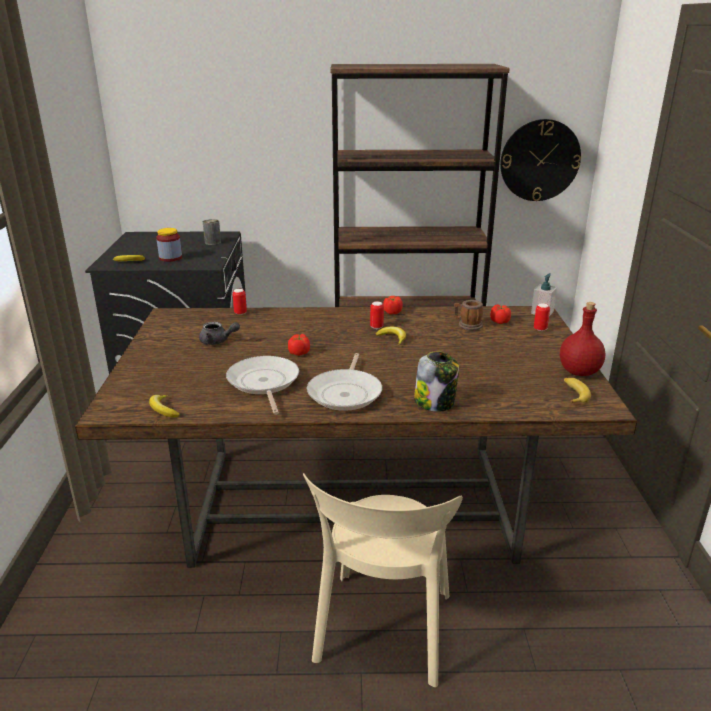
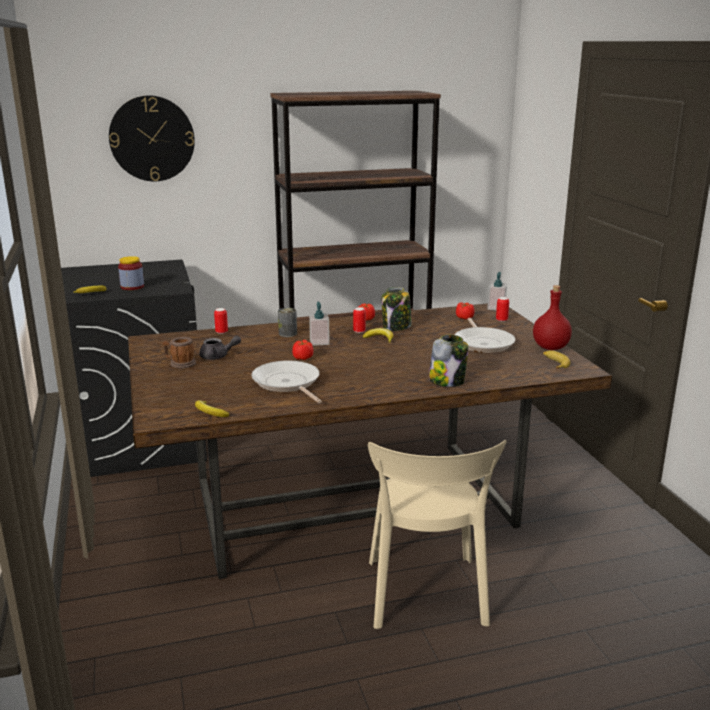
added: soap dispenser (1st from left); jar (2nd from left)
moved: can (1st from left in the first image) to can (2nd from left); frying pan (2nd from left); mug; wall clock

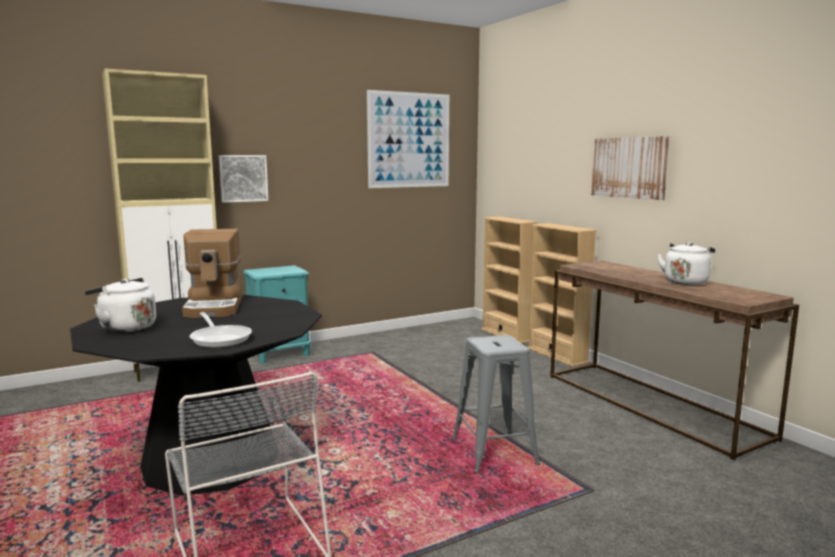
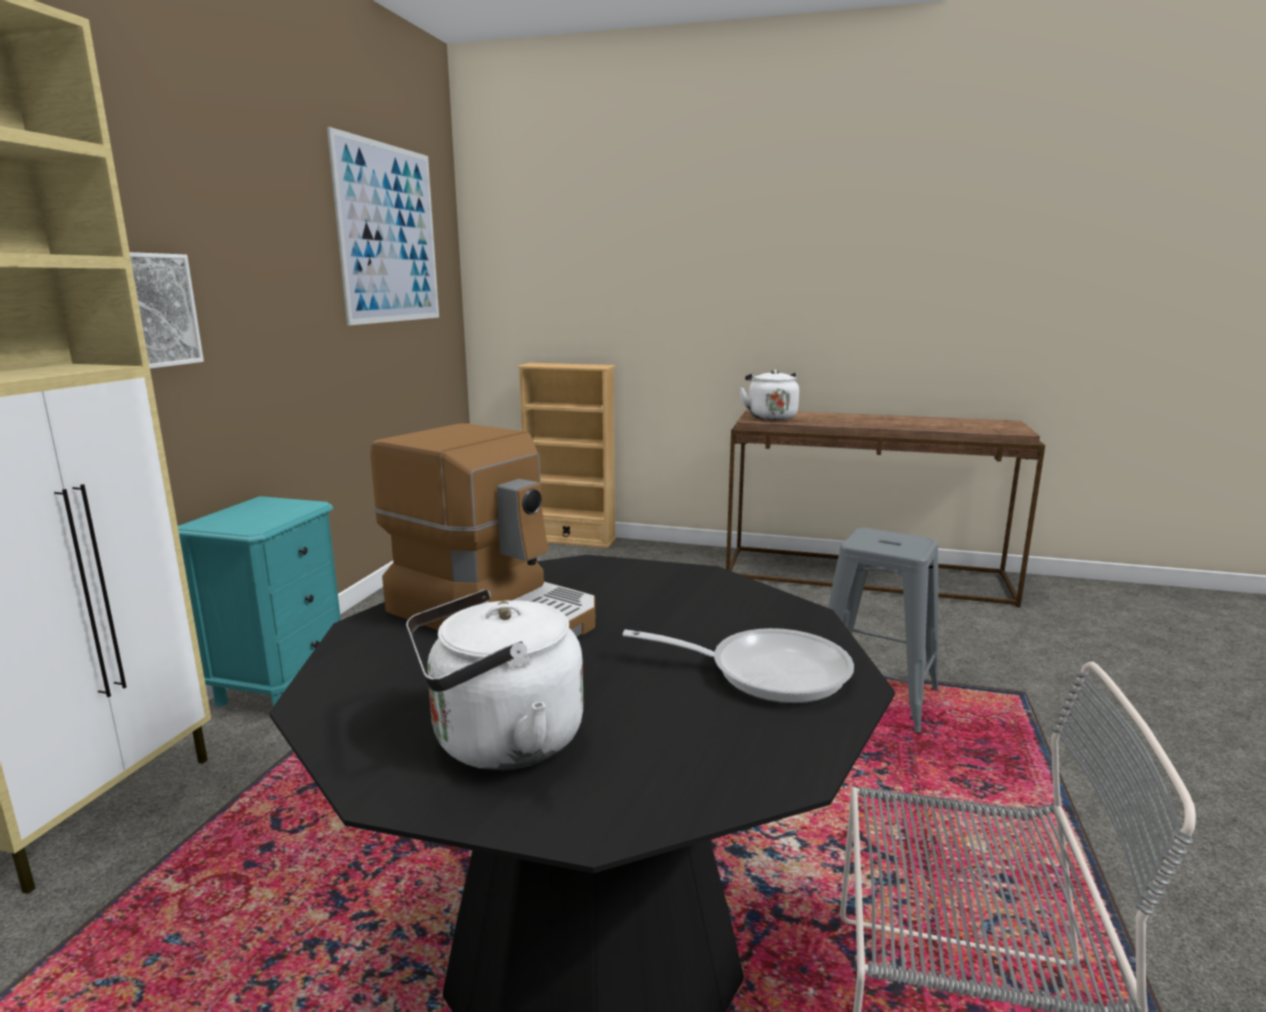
removed: beige bookcase (2nd from left); picture (3rd from left)
moved: white kettle (2nd from left)

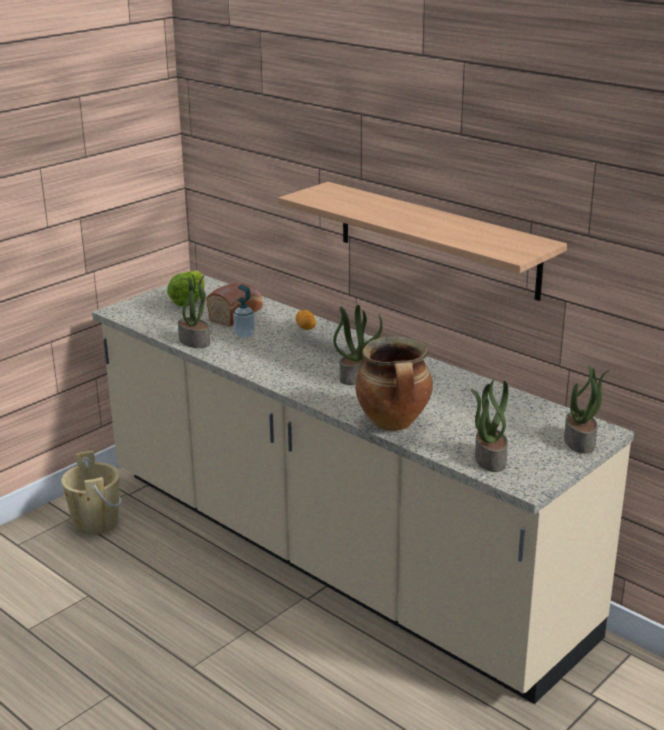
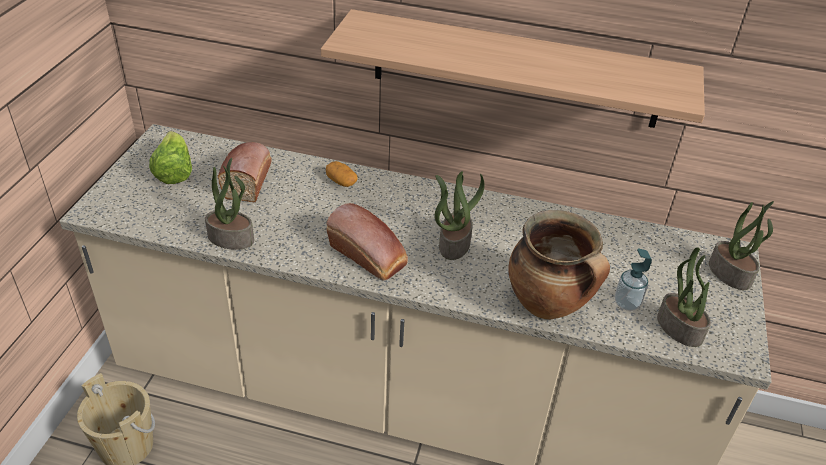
added: bread (2nd from left)
moved: soap dispenser

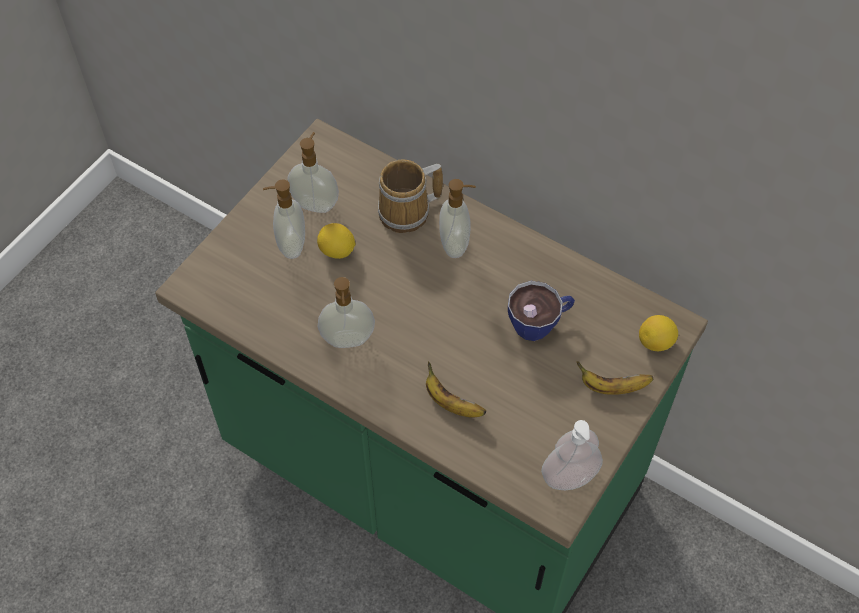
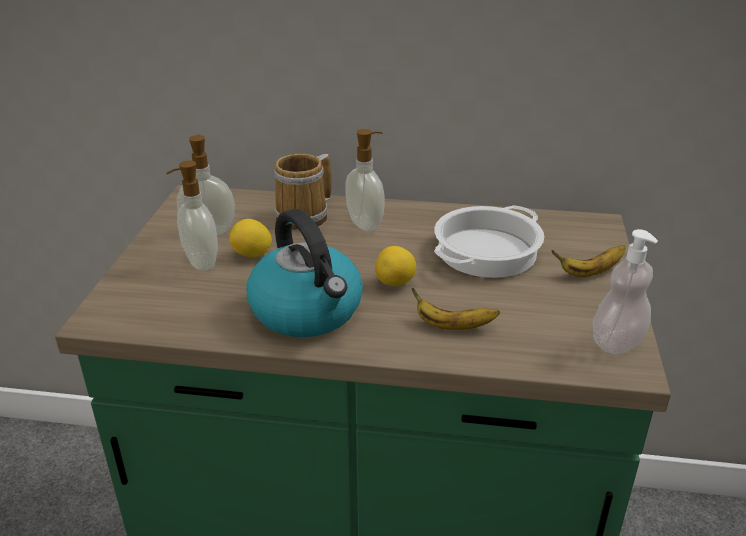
moved: lemon (2nd from left)
replaced: soap dispenser (3rd from left) to kettle; cup to cooking pot

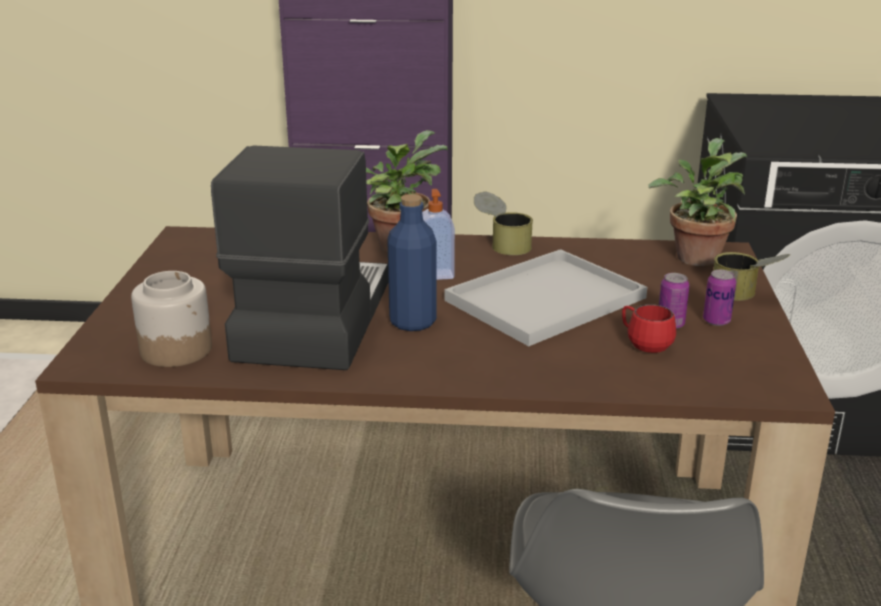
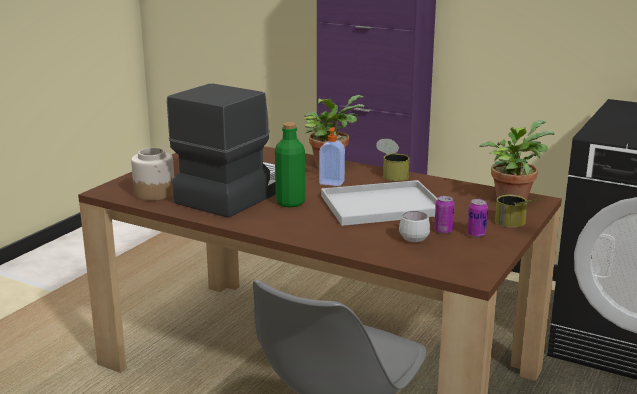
recoloured: blue bottle to green bottle; red mug to white mug

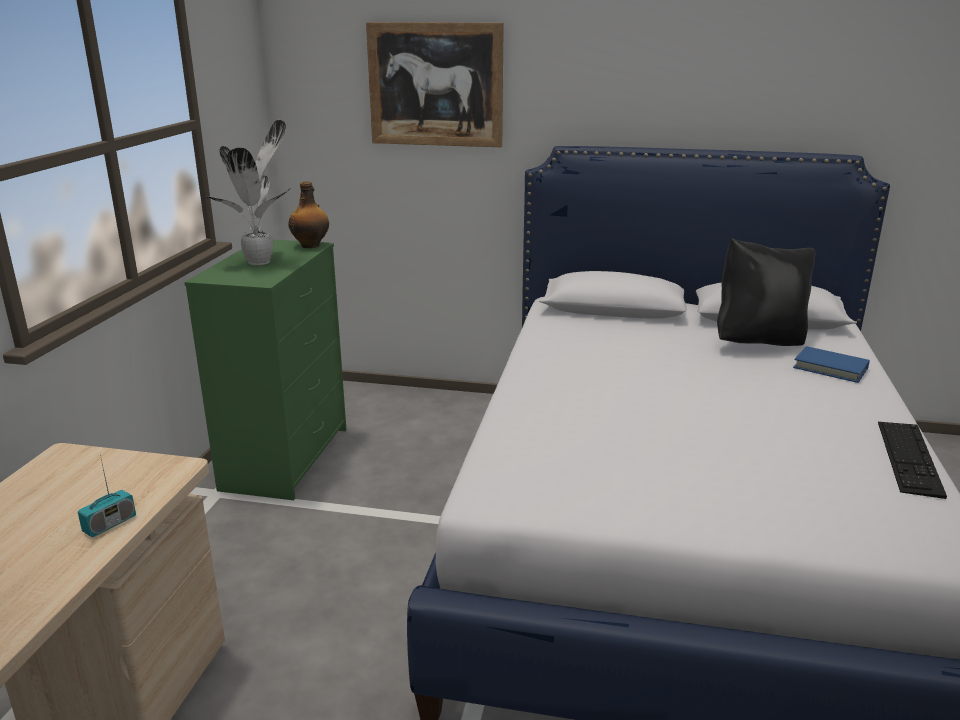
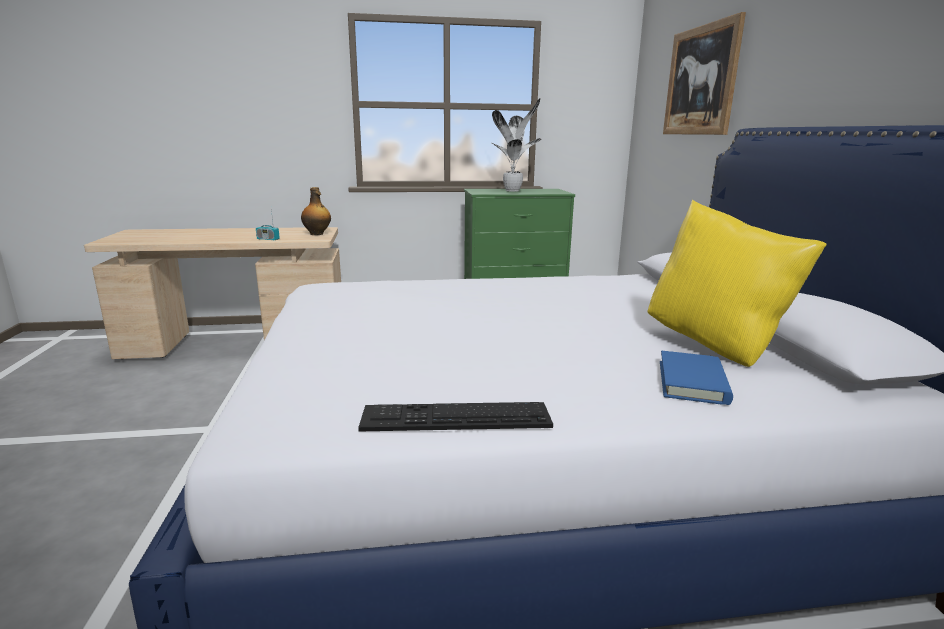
moved: bottle
recoloured: black pillow to yellow pillow

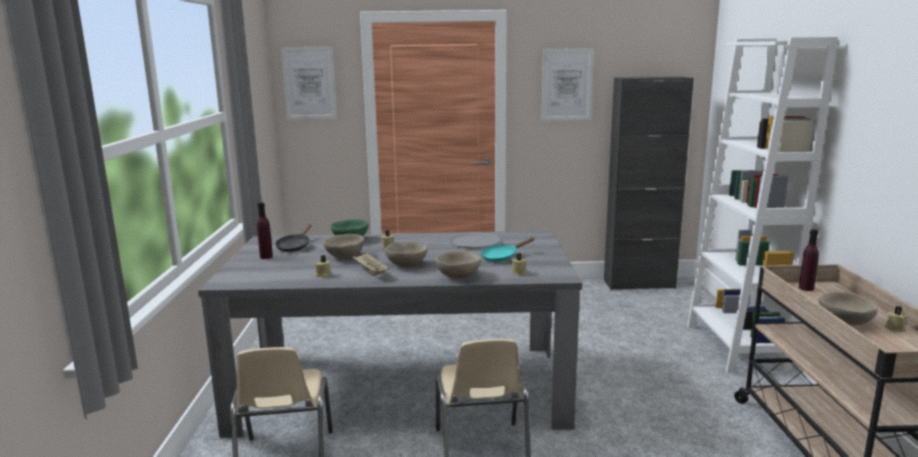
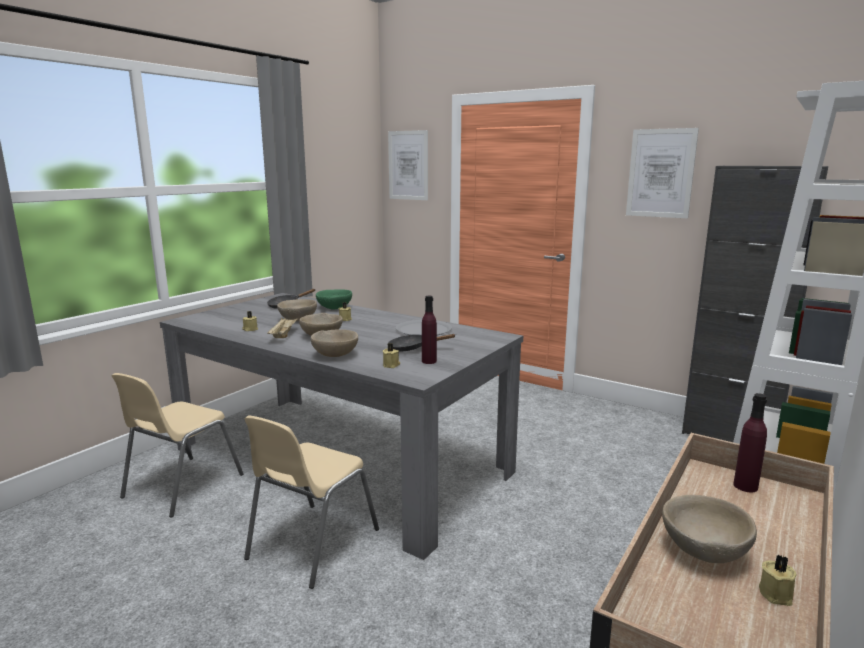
moved: purple bottle (1st from left)
recoloured: turquoise frying pan to black frying pan (2nd from left)

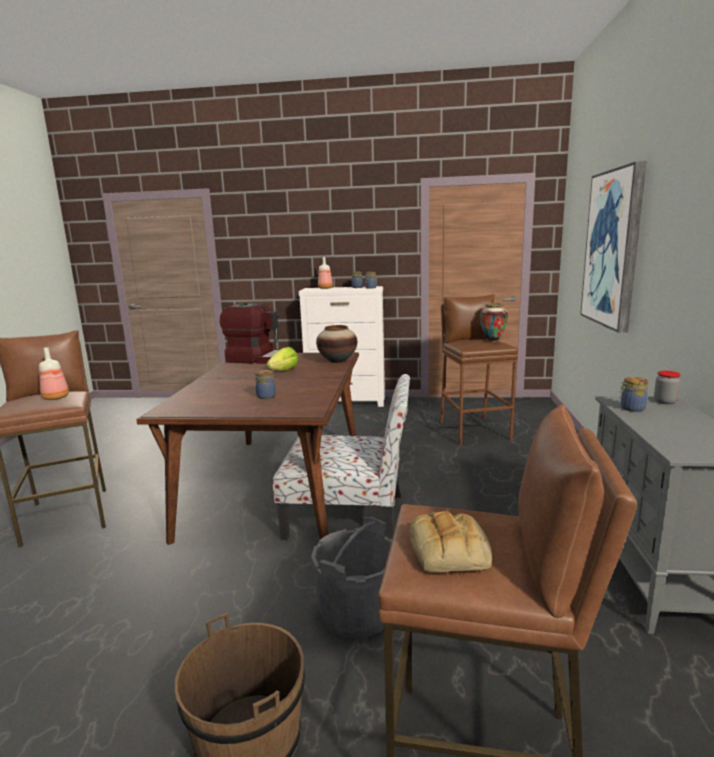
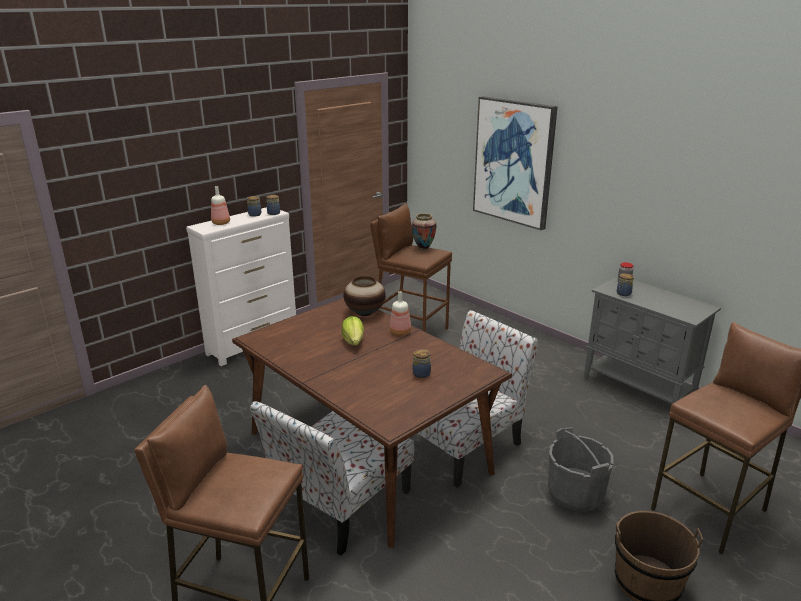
removed: coffee machine; bread
added: chair (1st from left)
moved: bottle (1st from left in the first image) to bottle (2nd from left)

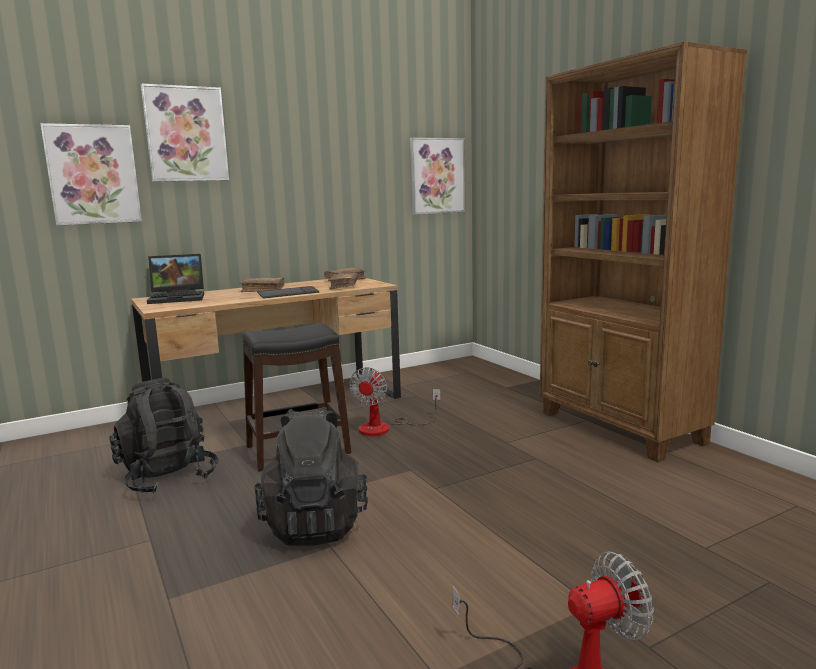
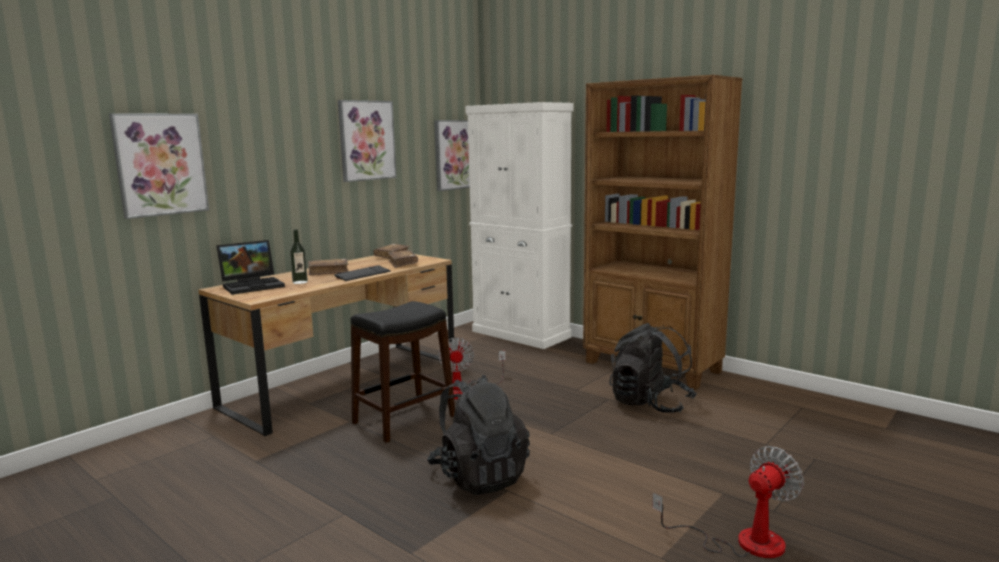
added: bottle; white cabinet
moved: black backpack (1st from left in the first image) to black backpack (2nd from left); picture (2nd from left)

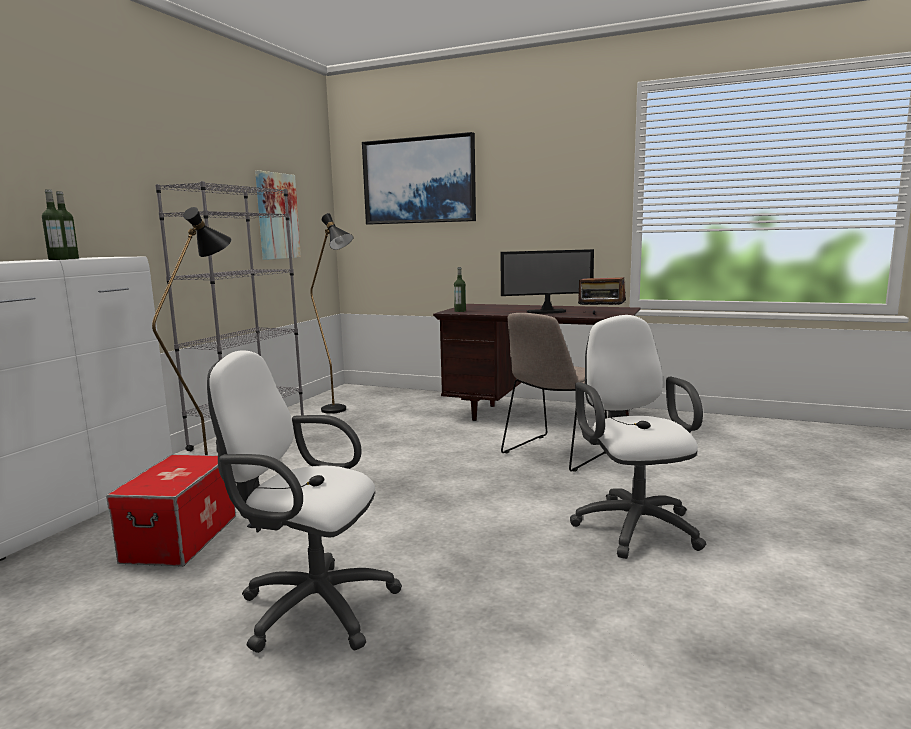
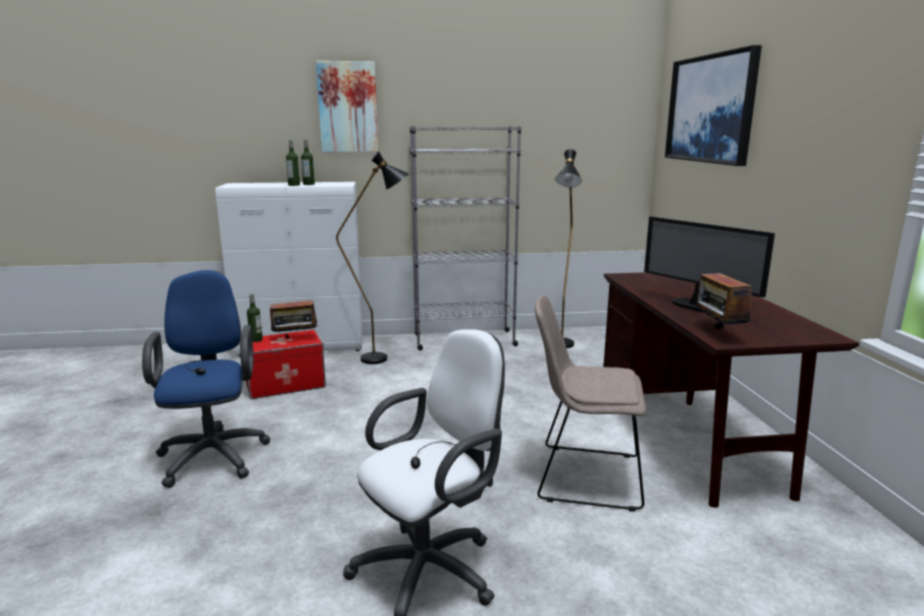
added: radio (1st from left)
moved: picture (1st from left); bottle (3rd from left in the first image) to bottle (1st from left)
recoloured: white office chair (1st from left) to blue office chair

